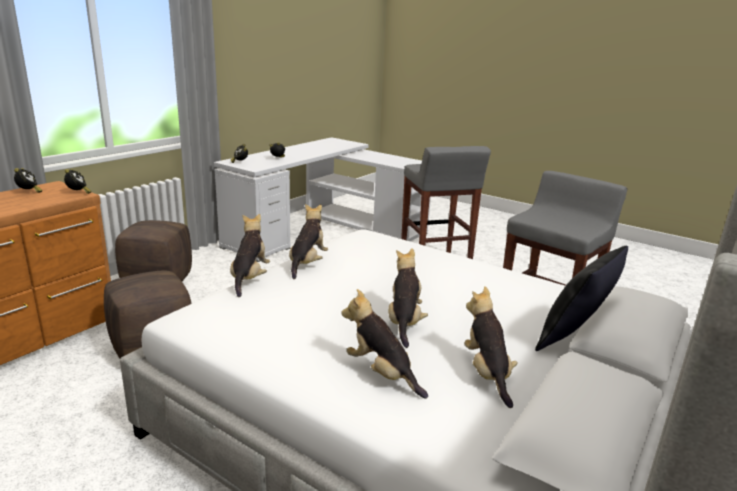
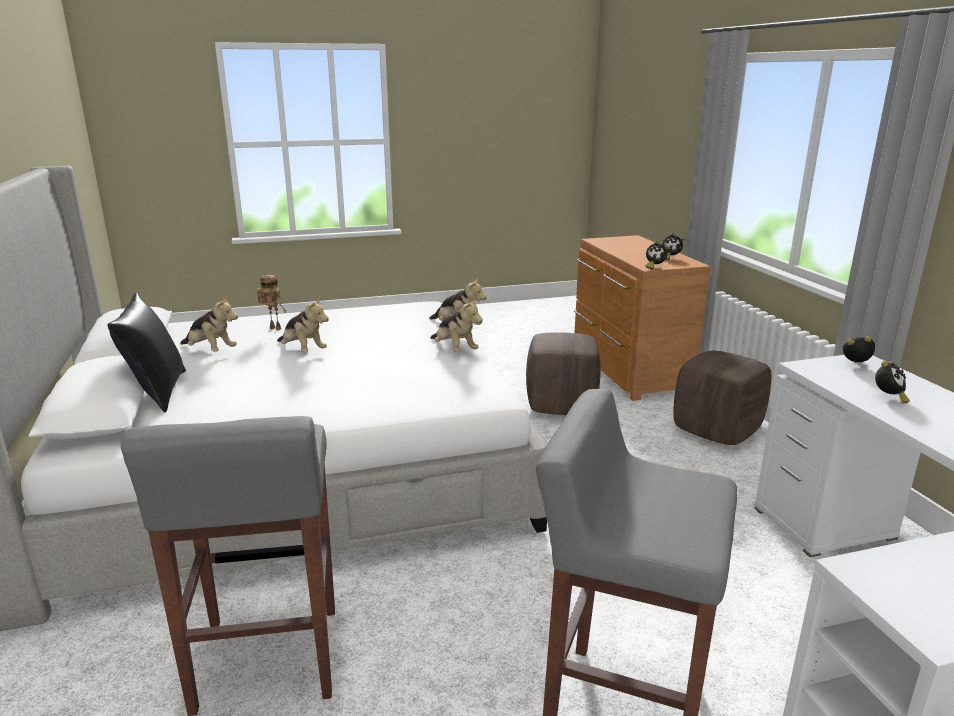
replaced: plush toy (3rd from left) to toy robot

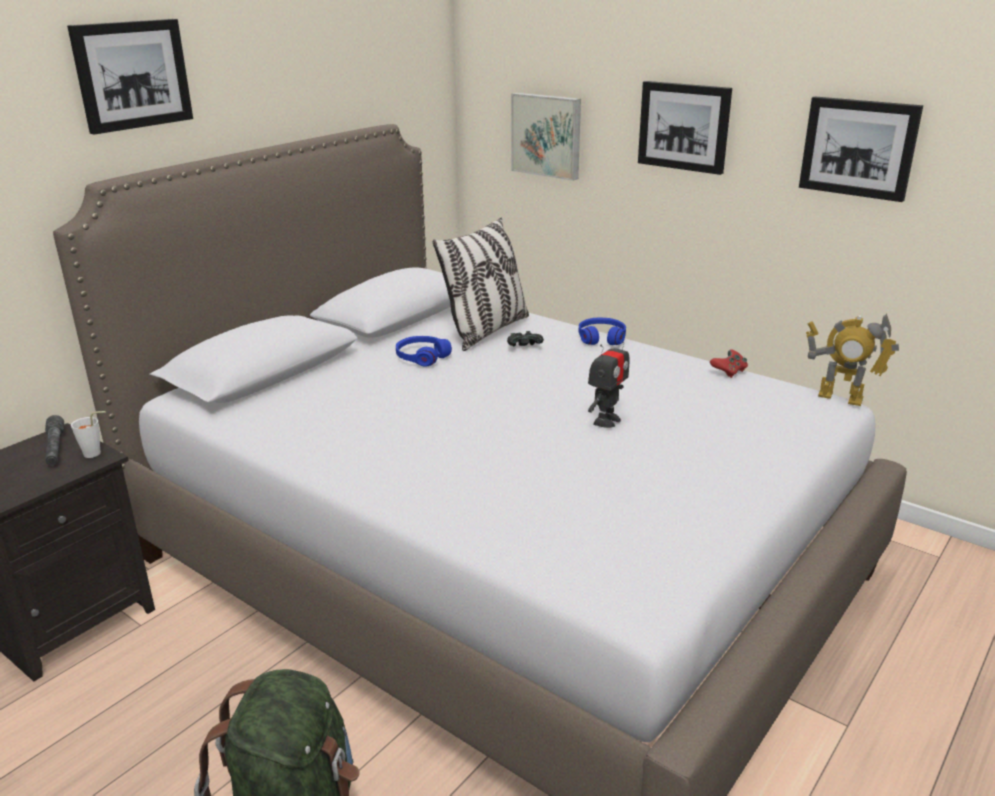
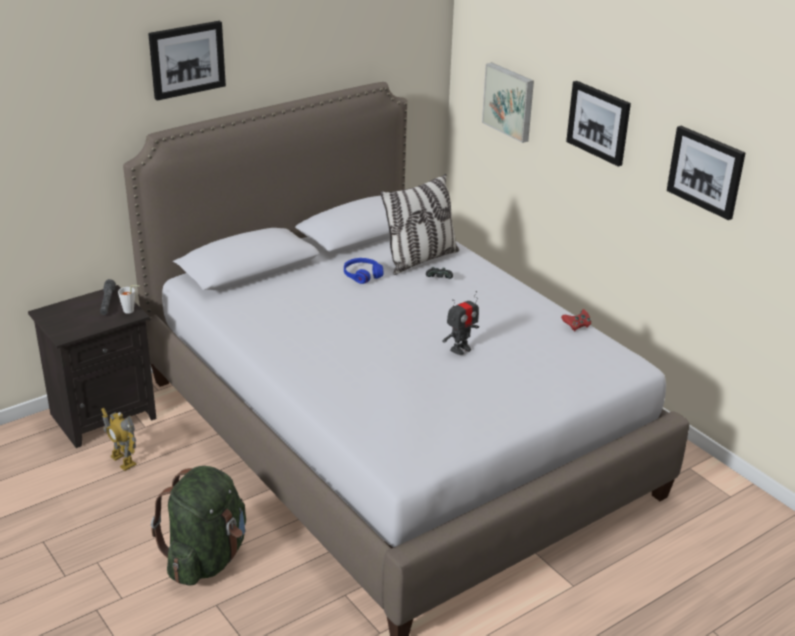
removed: blue headphones (2nd from left)
moved: toy robot (2nd from left in the first image) to toy robot (1st from left)

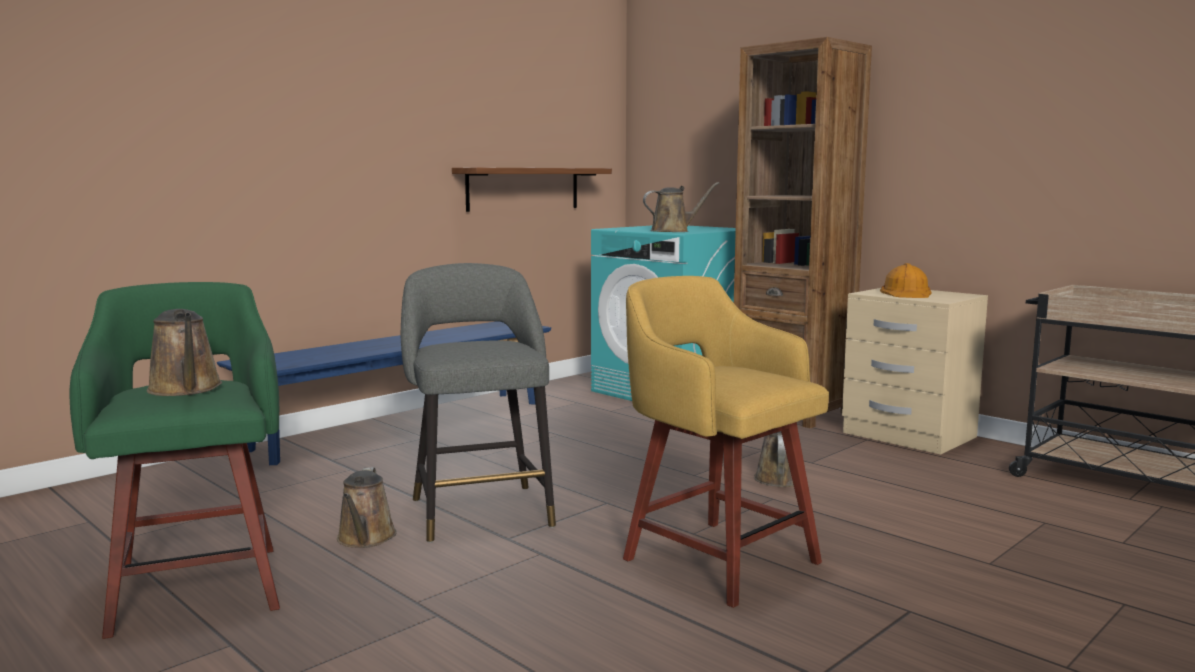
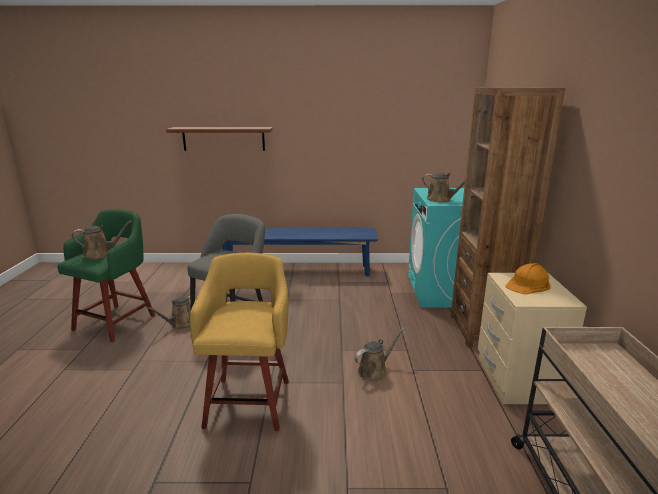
moved: shelf
turned: brown watering can (1st from left) 120 degrees counterclockwise

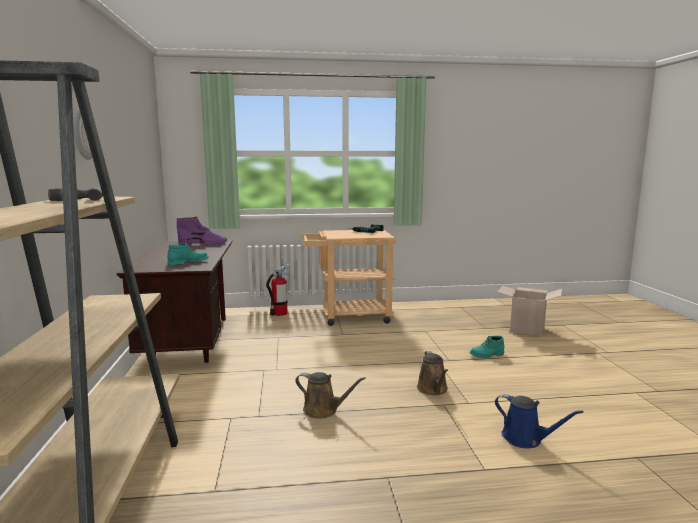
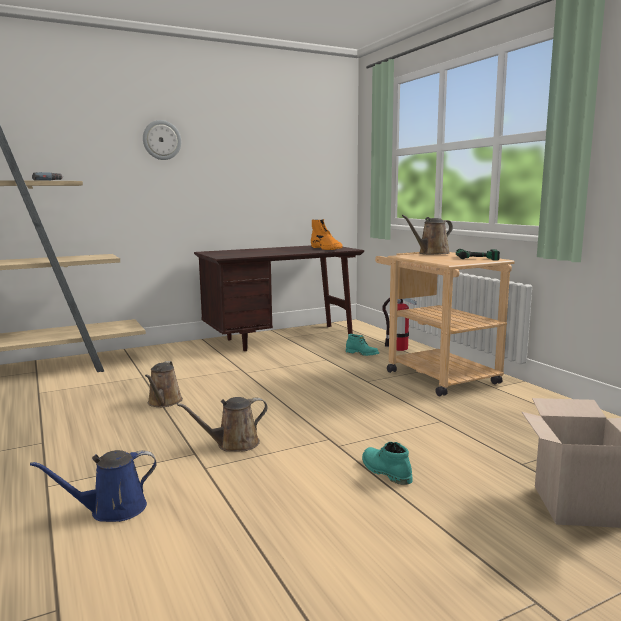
added: brown watering can (3rd from left)
moved: turquoise boot (1st from left)
recoloured: purple boot to orange boot
turned: blue watering can 45 degrees clockwise

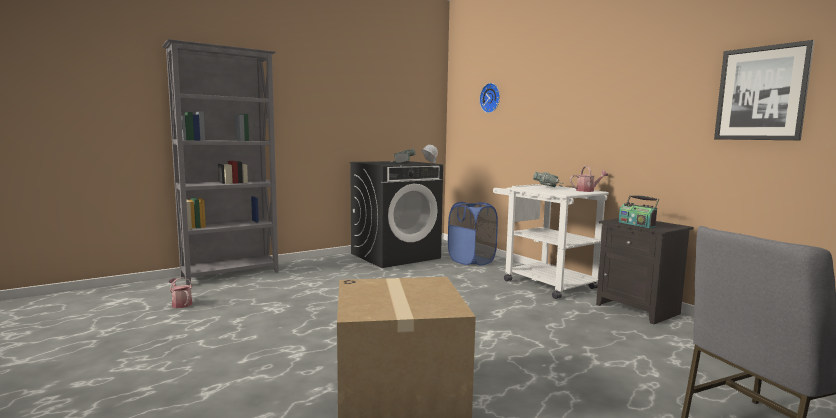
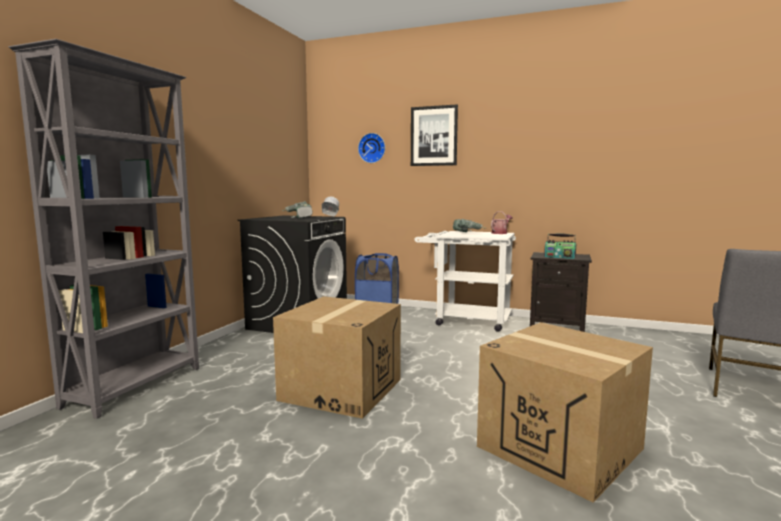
removed: watering can (1st from left)
added: cardboard box (1st from left)
moved: picture

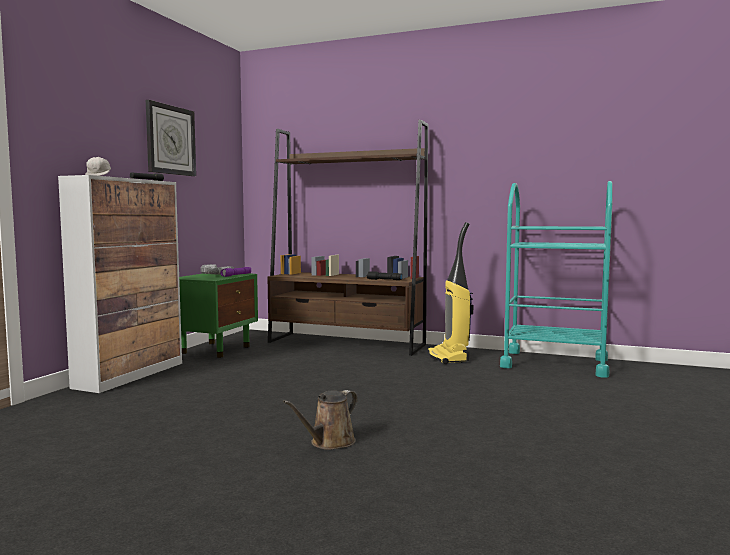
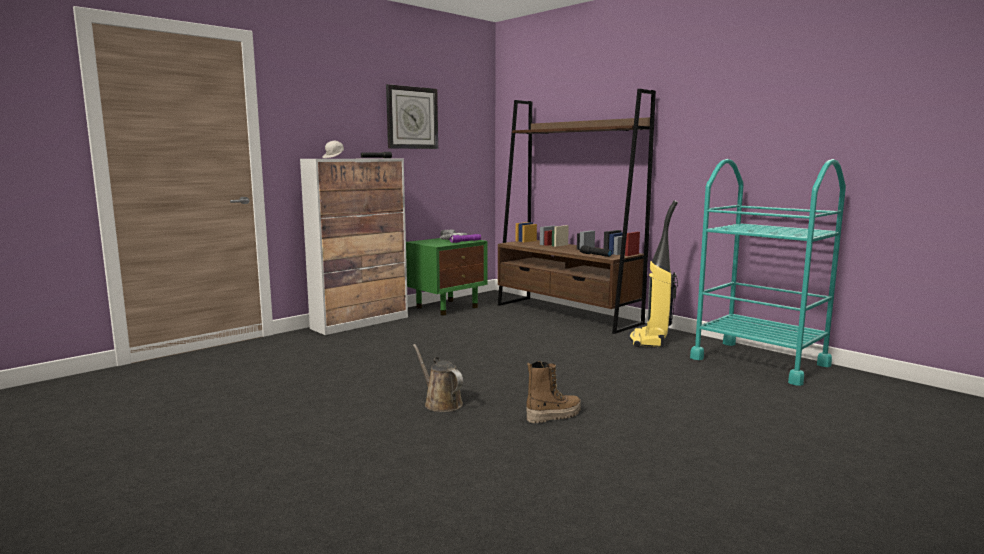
added: boot
turned: brown watering can 75 degrees clockwise

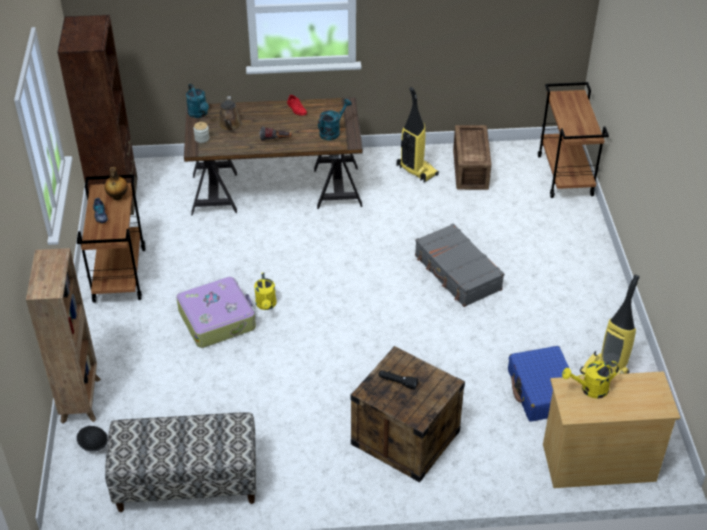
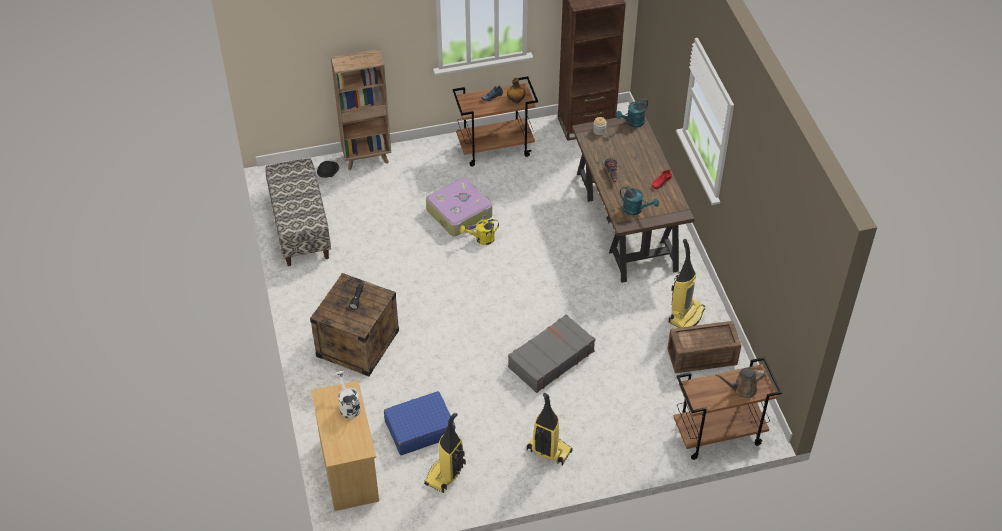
added: vacuum cleaner (2nd from left)
moved: brown watering can
recoloured: yellow watering can (2nd from left) to white watering can

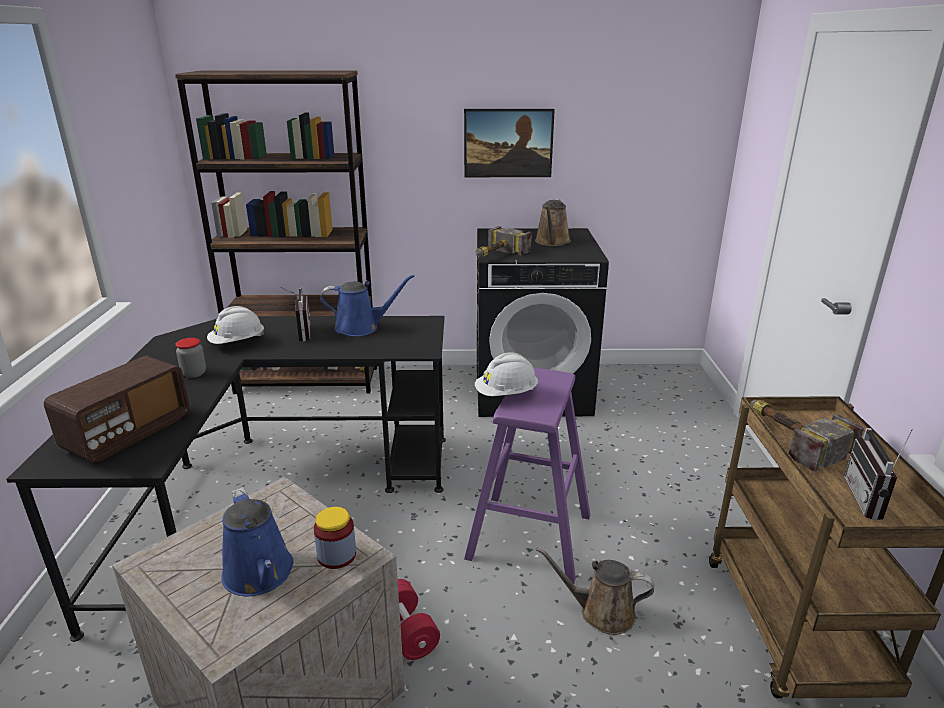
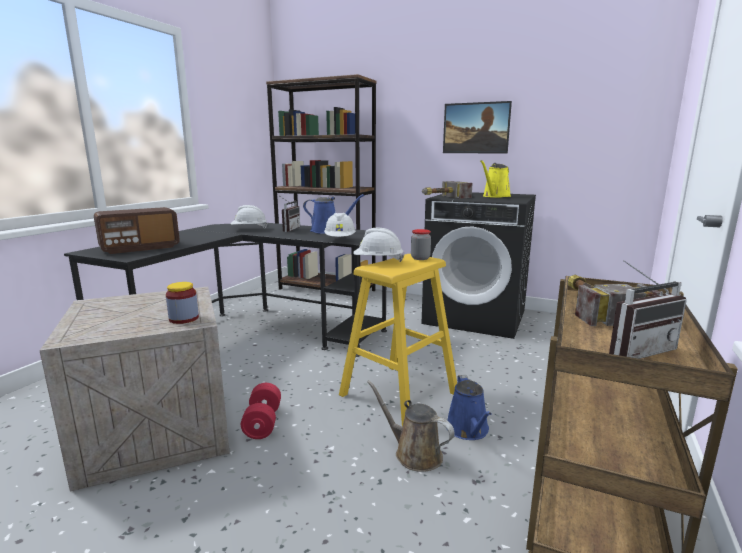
added: white hard hat (2nd from left)
moved: jar (1st from left in the first image) to jar (2nd from left); blue watering can (1st from left in the first image) to blue watering can (2nd from left)
recoloured: purple stool to yellow stool; brown watering can (1st from left) to yellow watering can
turned: radio (3rd from left) 150 degrees counterclockwise

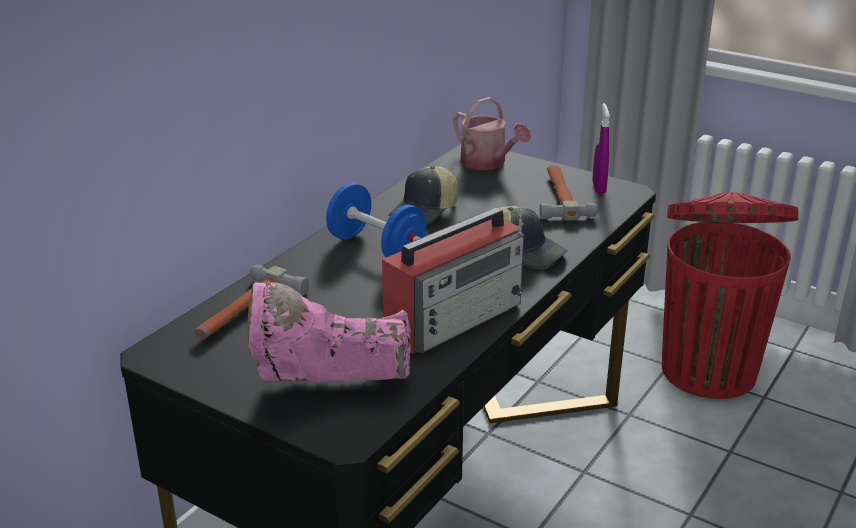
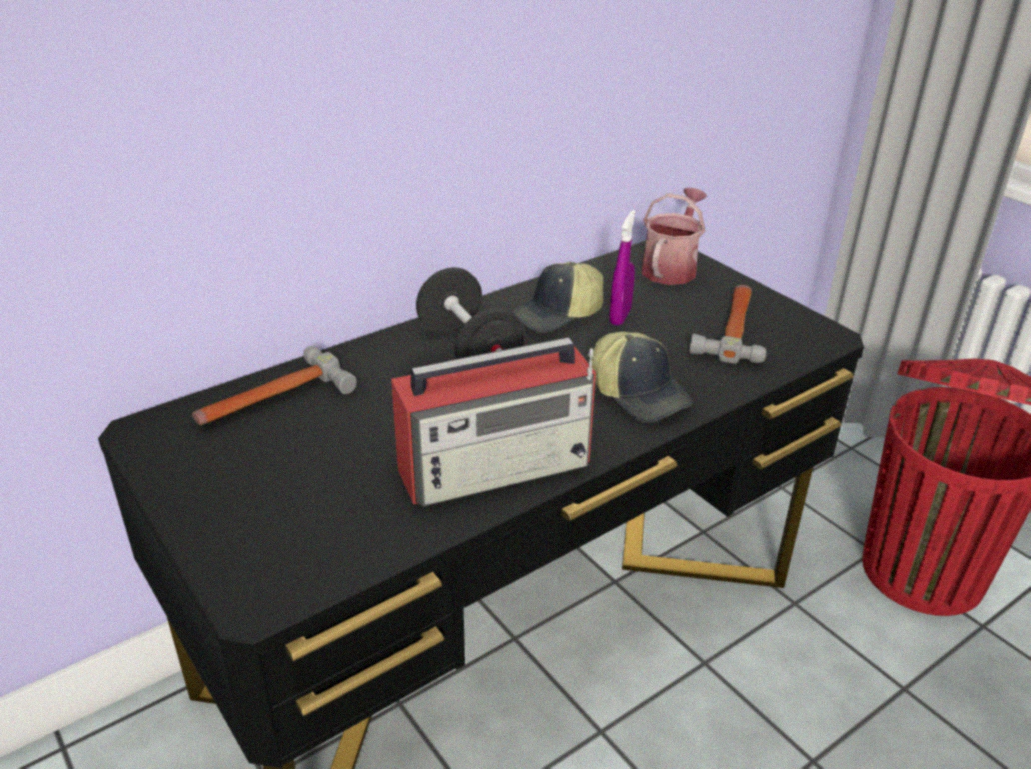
removed: pink boot
moved: purple spray bottle
recoloured: blue dumbbell to black dumbbell
turned: watering can 135 degrees counterclockwise

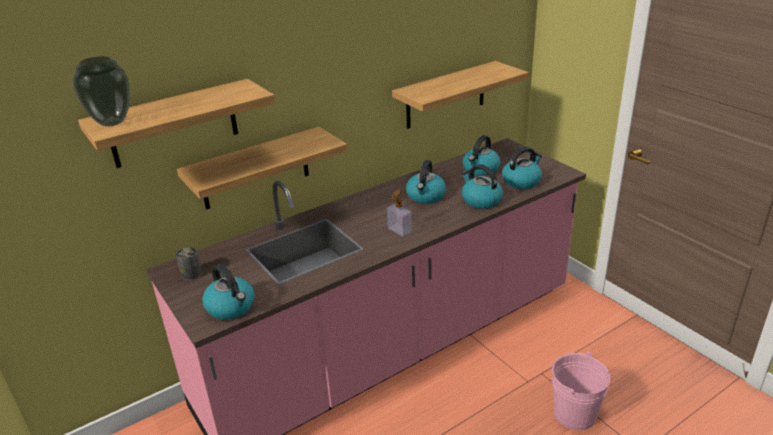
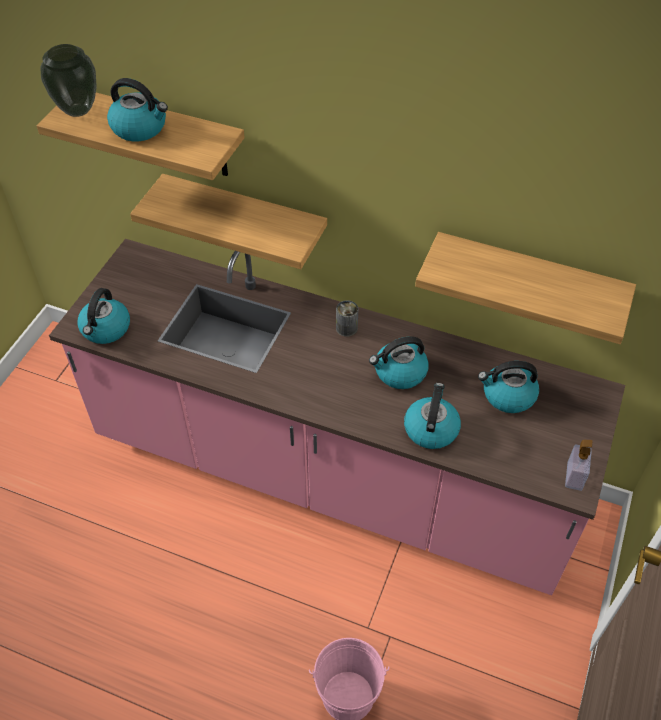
moved: can; soap dispenser; kettle (5th from left in the first image) to kettle (2nd from left)

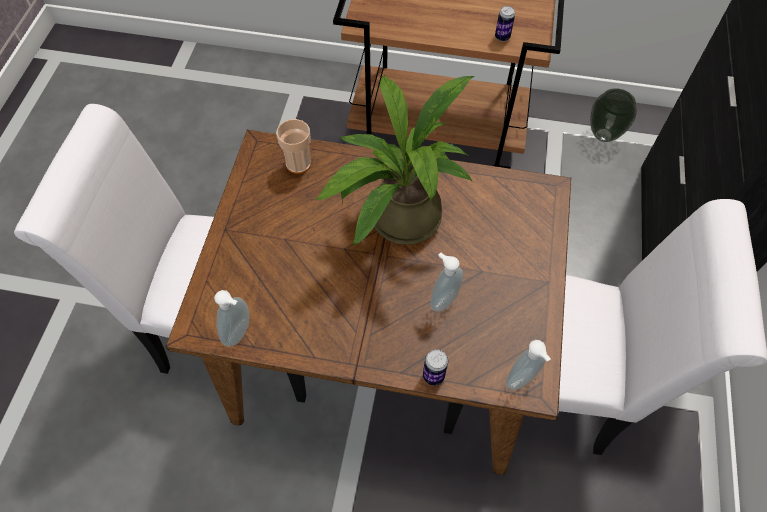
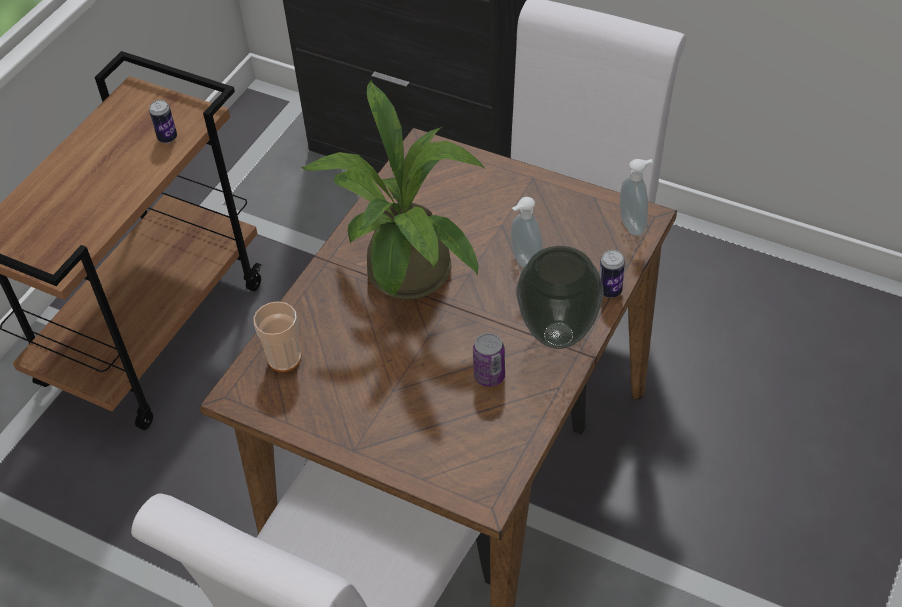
removed: soap dispenser (1st from left)
added: can (2nd from left)
moved: vase

